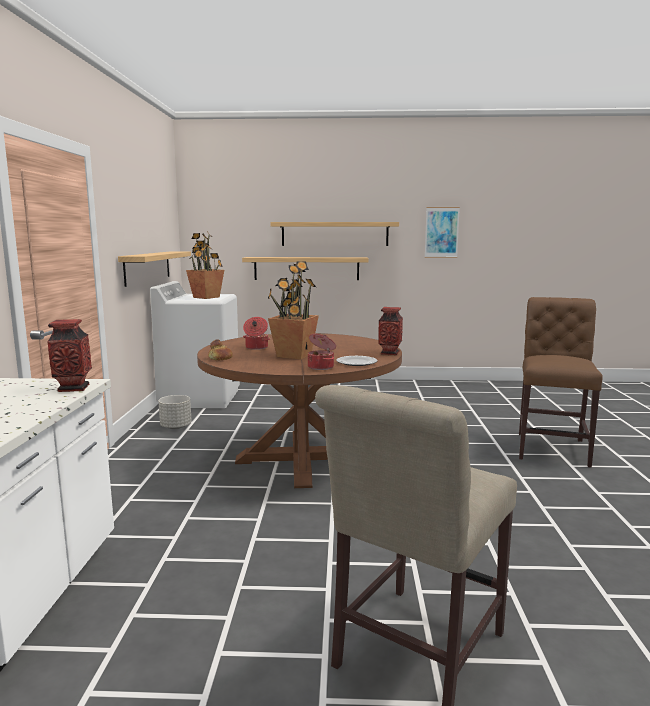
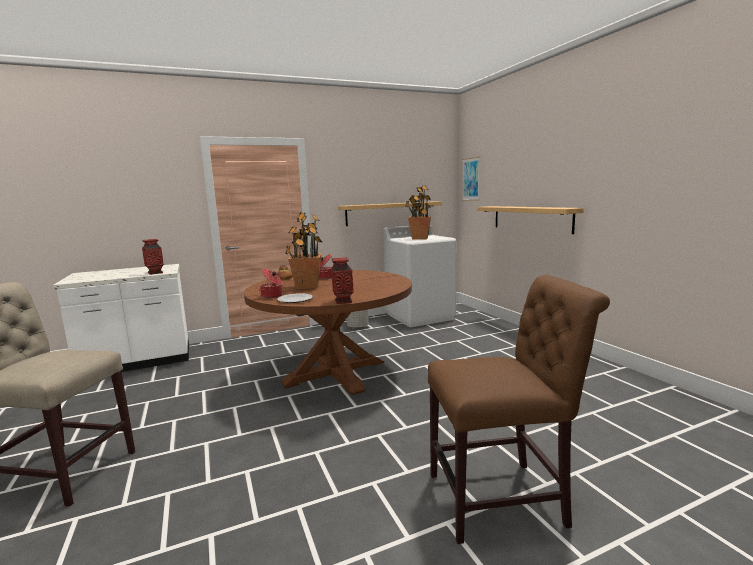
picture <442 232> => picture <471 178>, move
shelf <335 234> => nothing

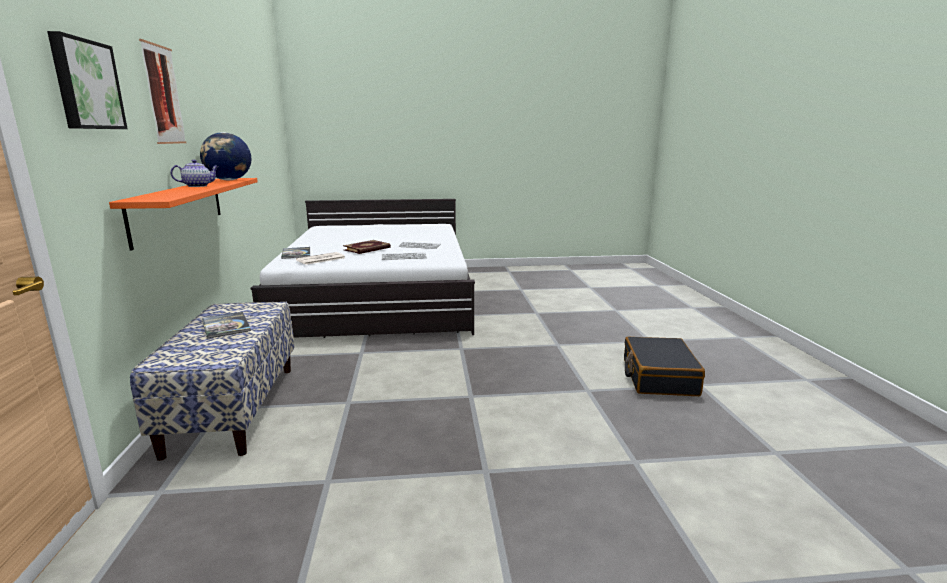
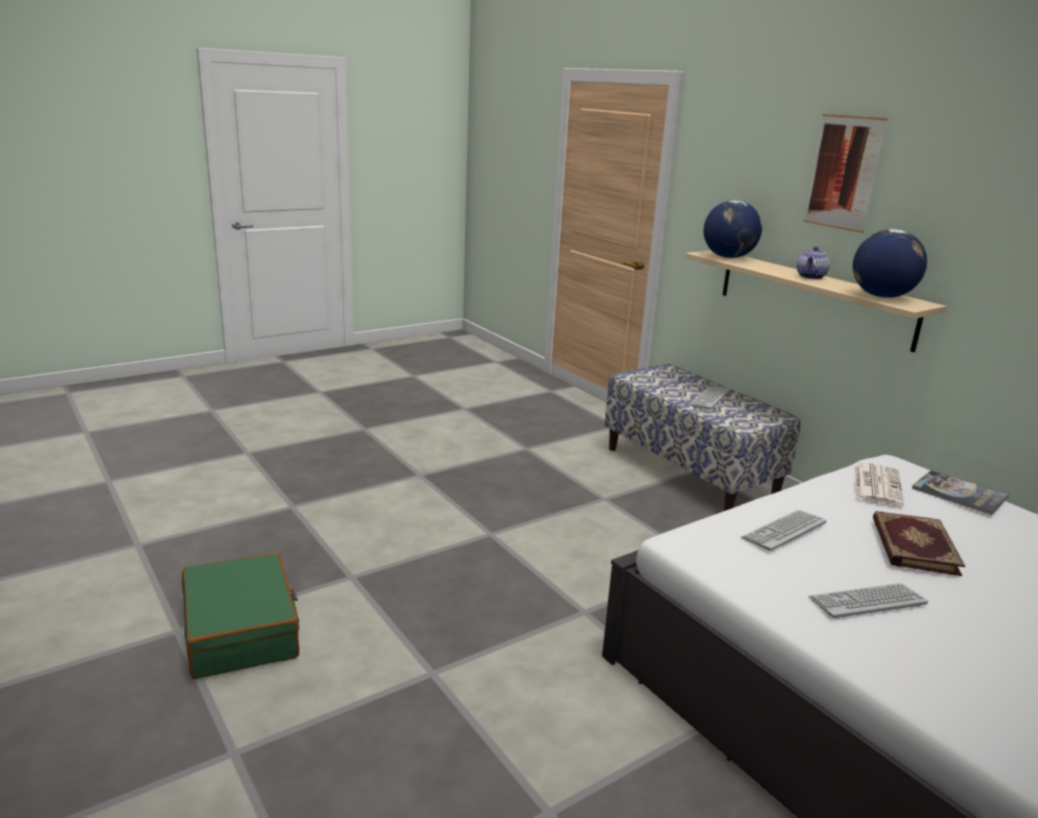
picture <87 80> => nothing
shelf (orange) <183 214> => shelf (beige) <816 301>
book <226 325> => keyboard <709 397>
suitcase (black) <664 366> => suitcase (green) <240 616>
nothing => globe <732 229>

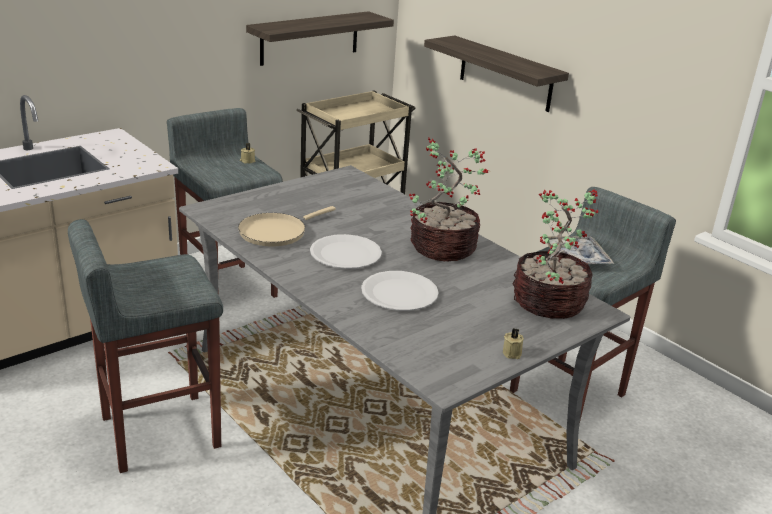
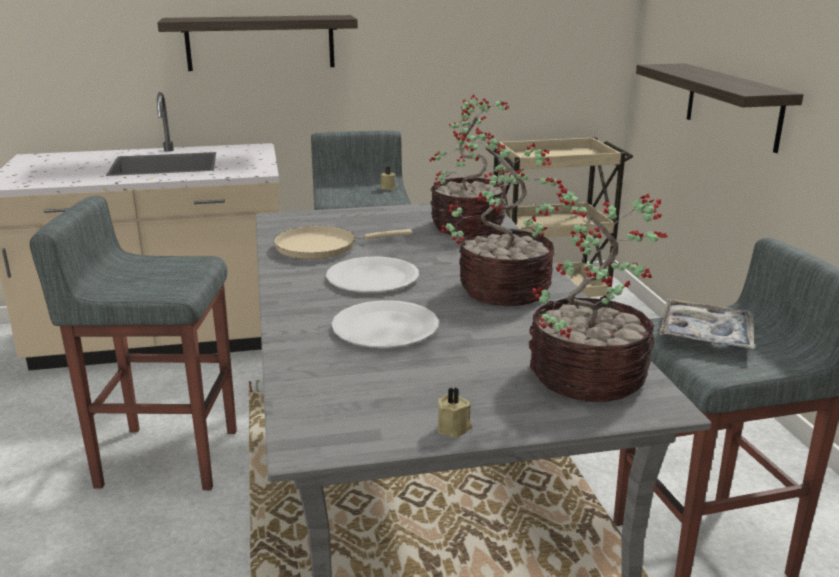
shelf <320 38> => shelf <257 43>, move
nothing => potted plant <471 166>

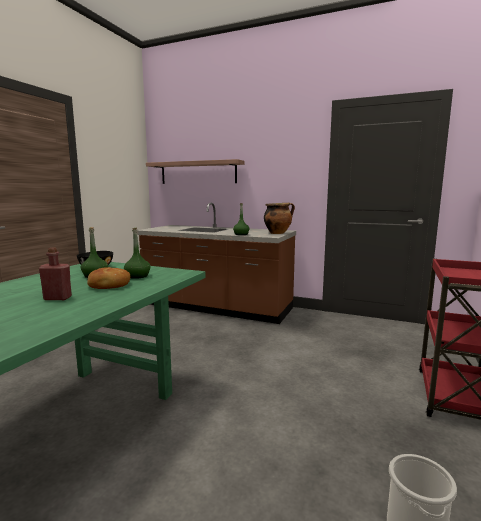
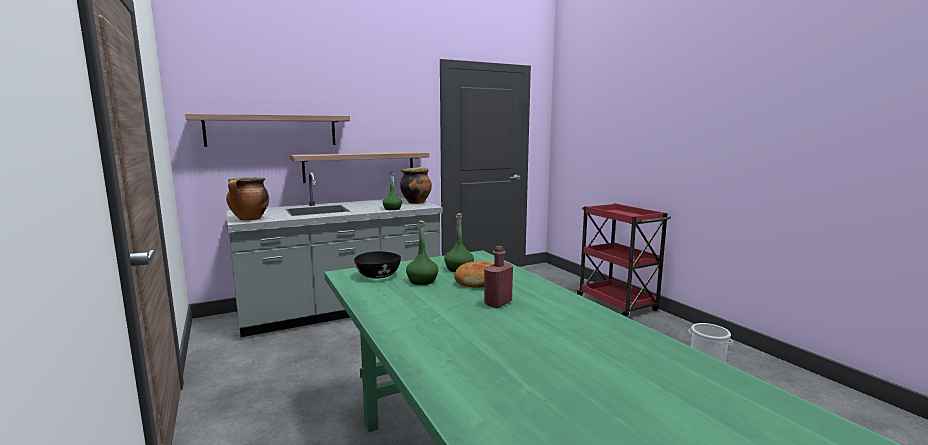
counter (brown) <216 263> => counter (grey) <335 254>
nothing => shelf <359 167>
nothing => cooking pot <247 199>

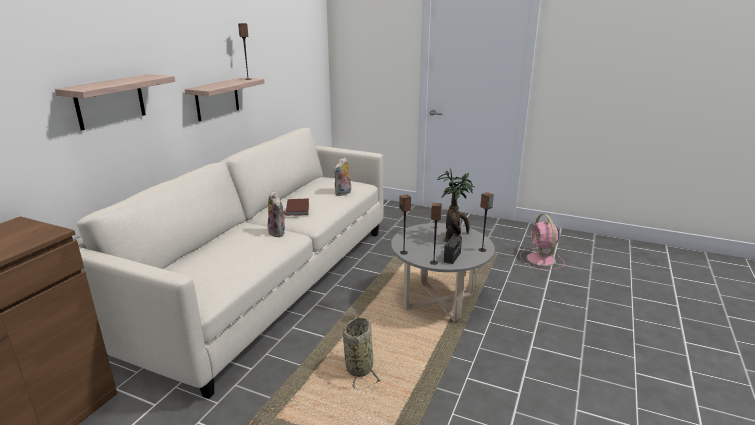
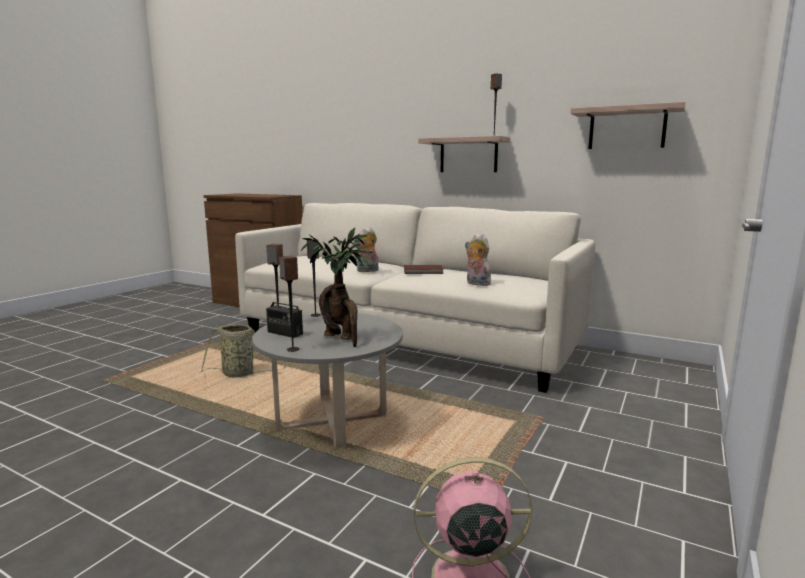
shelf <115 102> => shelf <628 125>, move

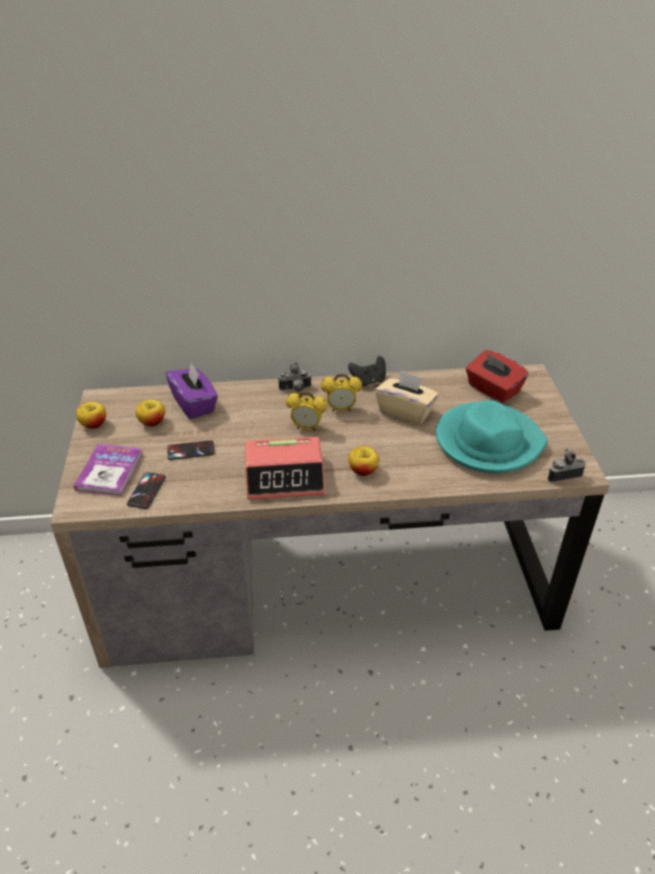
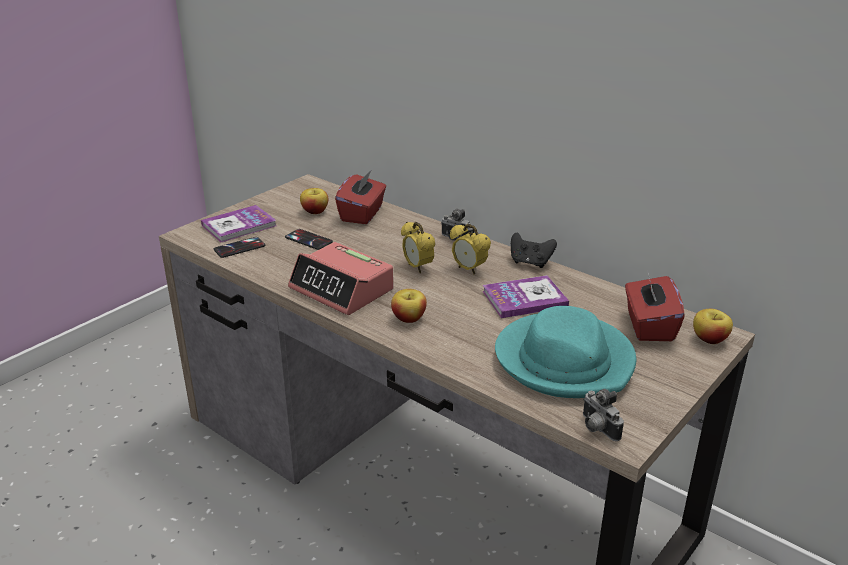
tissue box (purple) <192 390> => tissue box (red) <360 197>
tissue box (beige) <407 398> => book <525 296>
apple <91 415> => apple <713 326>, move
photo camera <567 466> => photo camera <603 415>, 150 degrees counterclockwise

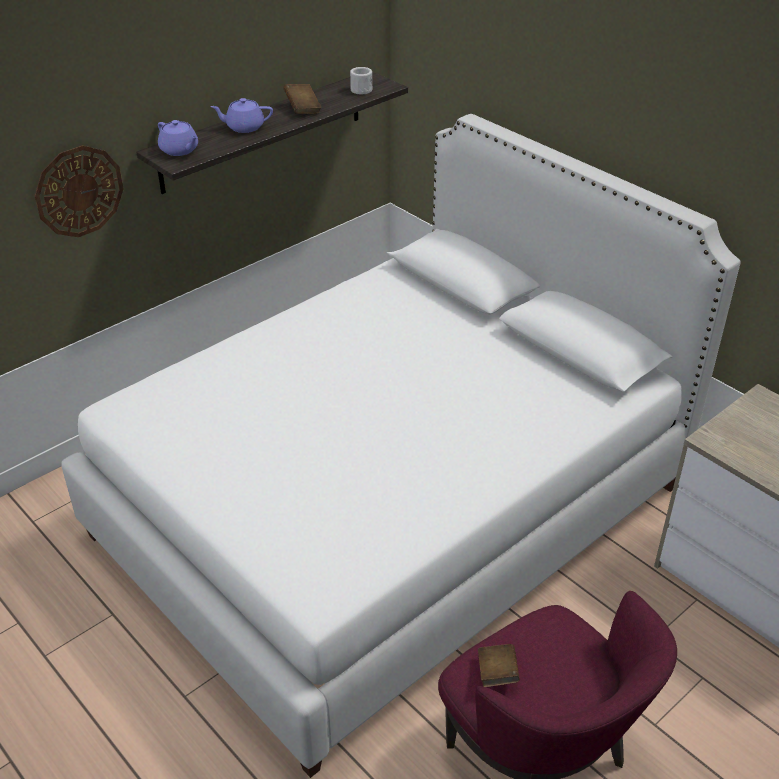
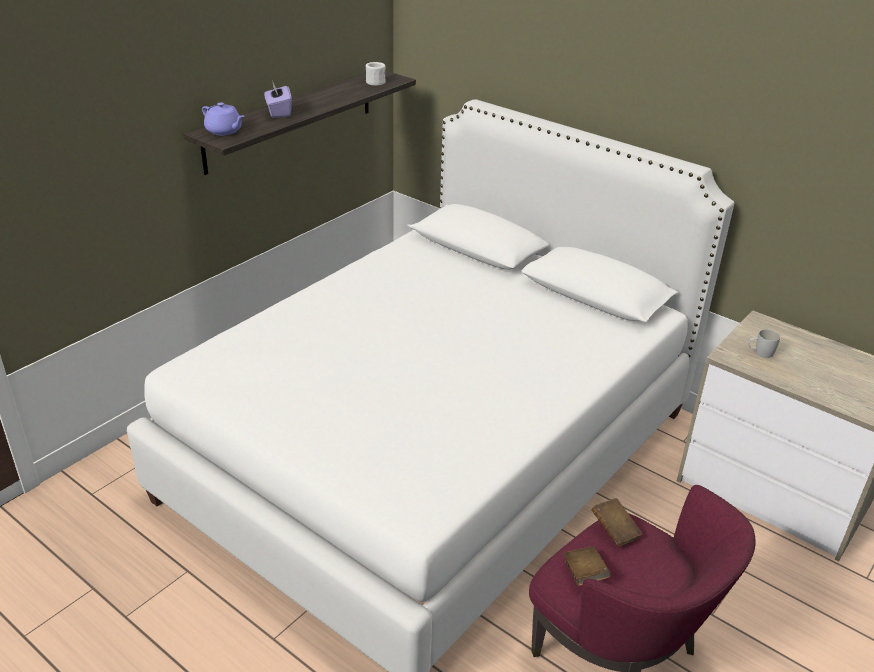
book (brown) <302 99> => book (brown) <617 522>, move
teapot (purple) <241 115> => tissue box (purple) <278 100>
wall clock <79 191> => nothing
nothing => mug (white) <764 343>

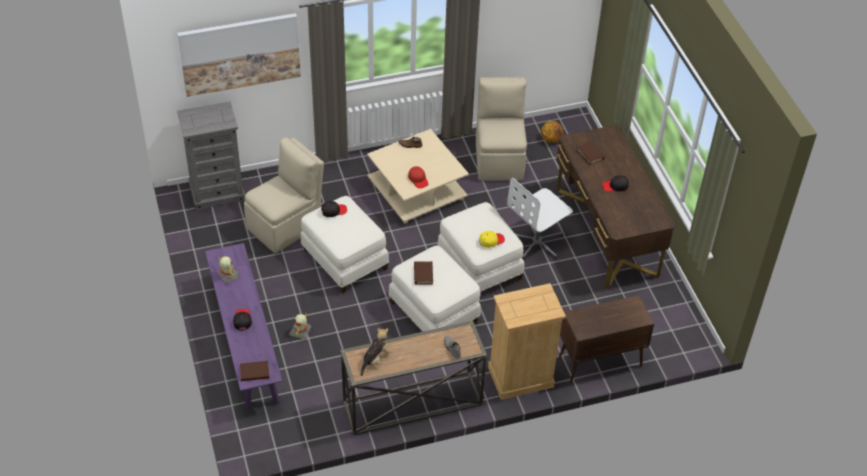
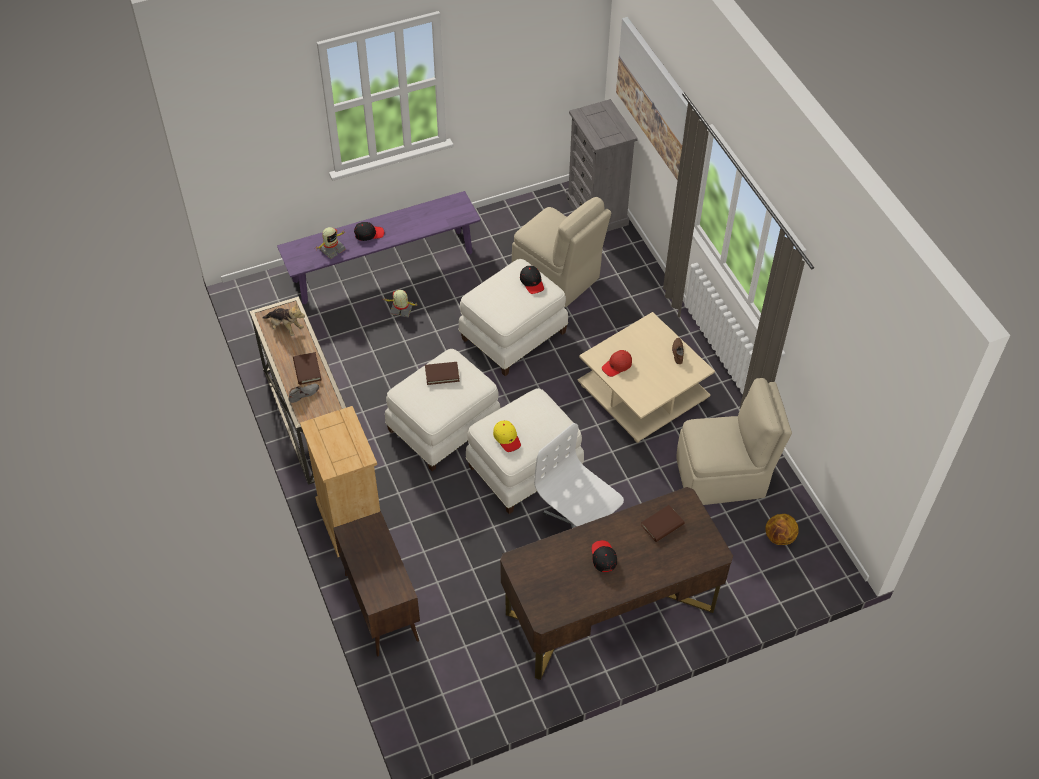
toy robot <228 269> => toy robot <331 243>, move
book (brown) <255 371> => book (brown) <307 368>, move

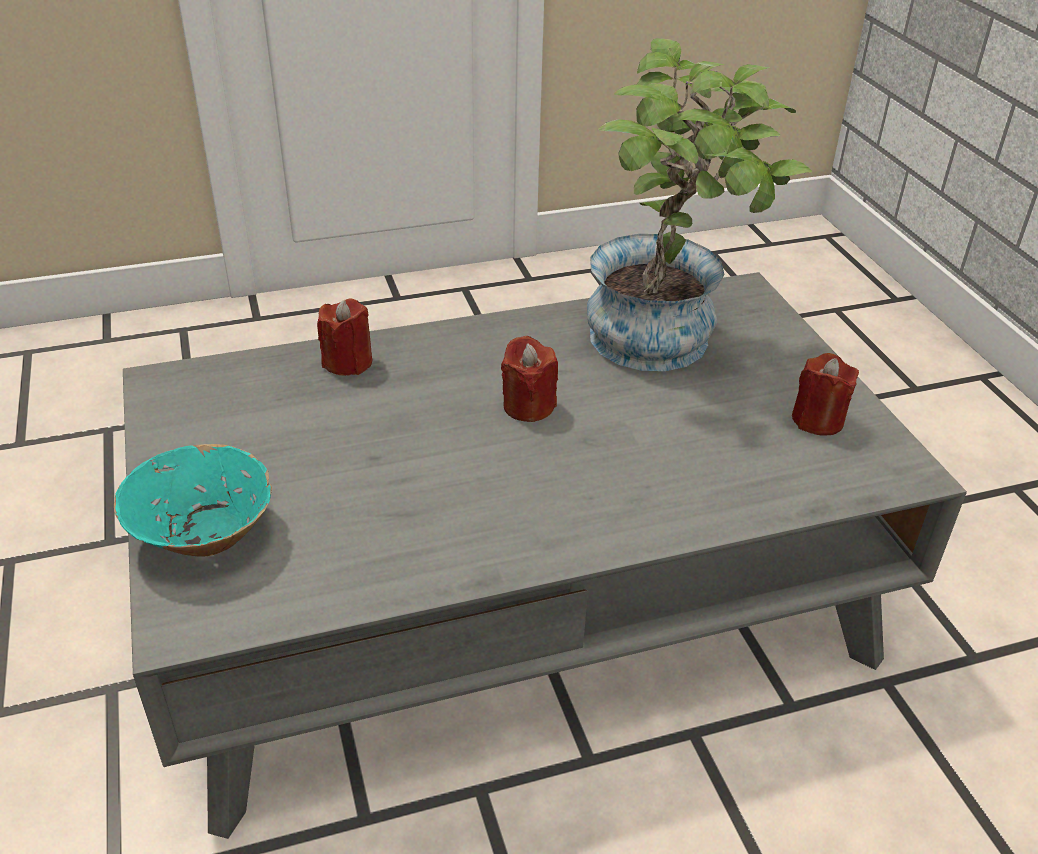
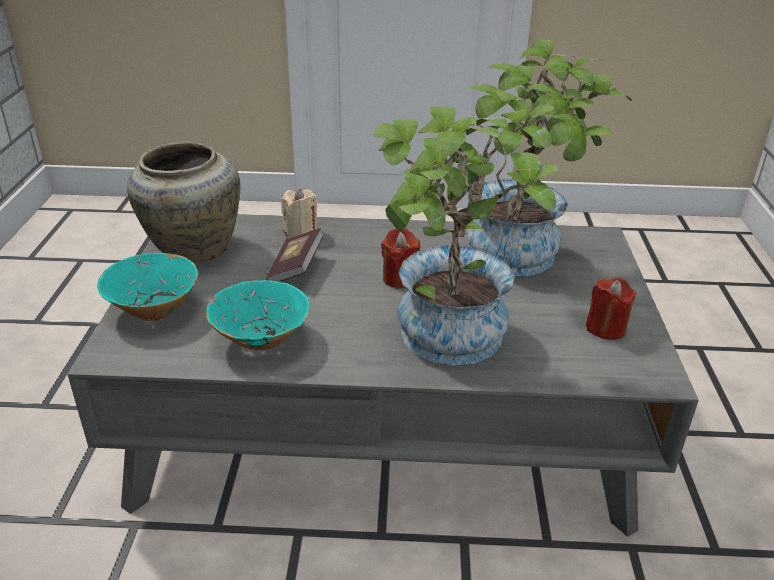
candle (red) <344 337> => candle (beige) <299 213>
nothing => potted plant <465 234>
nothing => vase (beige) <183 202>
nothing => book <295 255>
nothing => bowl (turquoise) <258 315>

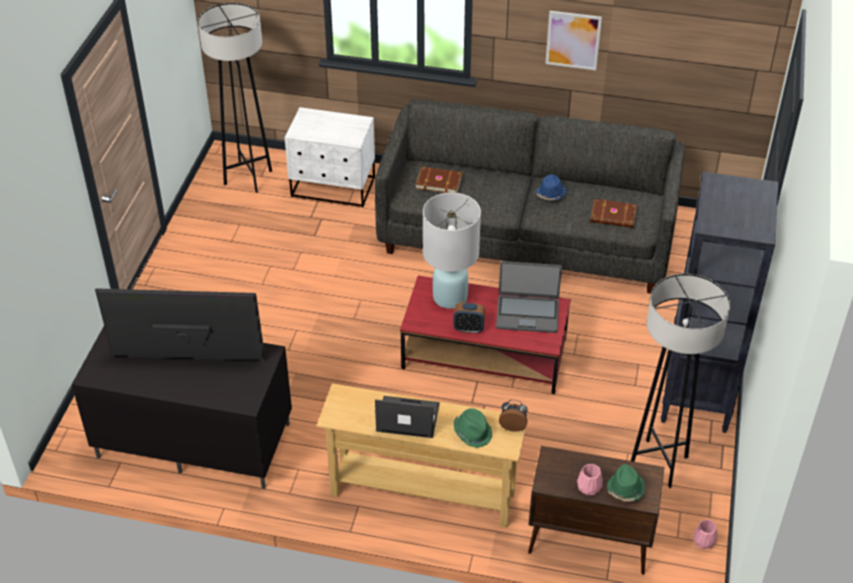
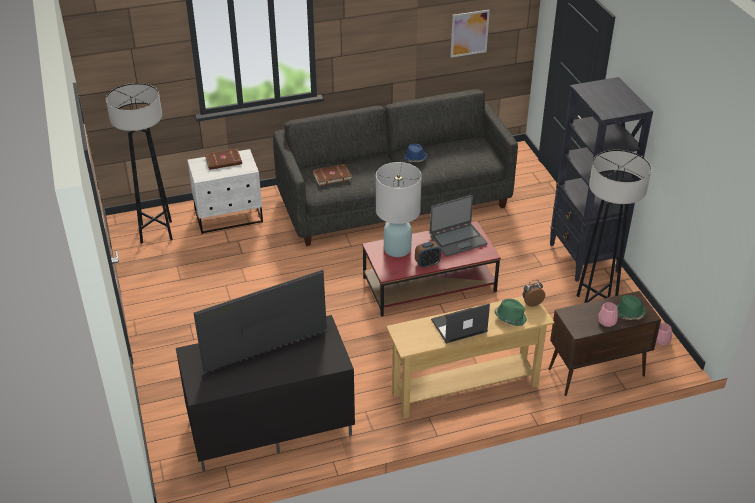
picture <573 40> => picture <470 34>, move
book (brown) <613 213> => book (brown) <223 159>, move

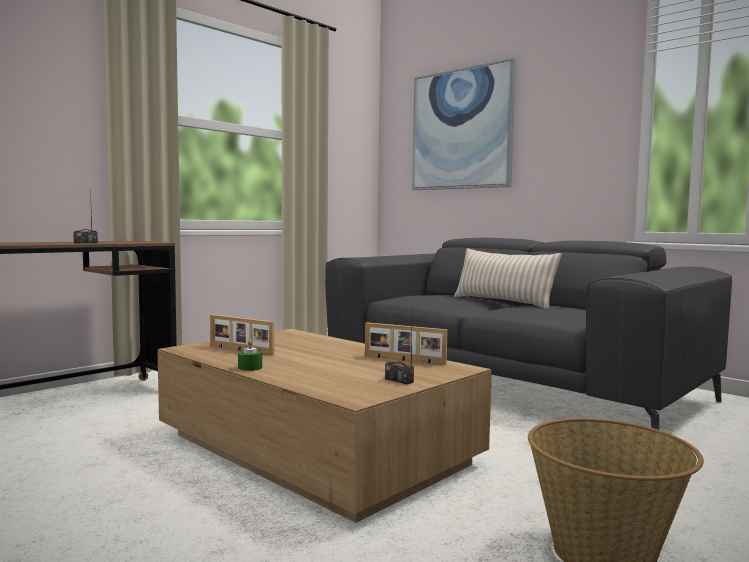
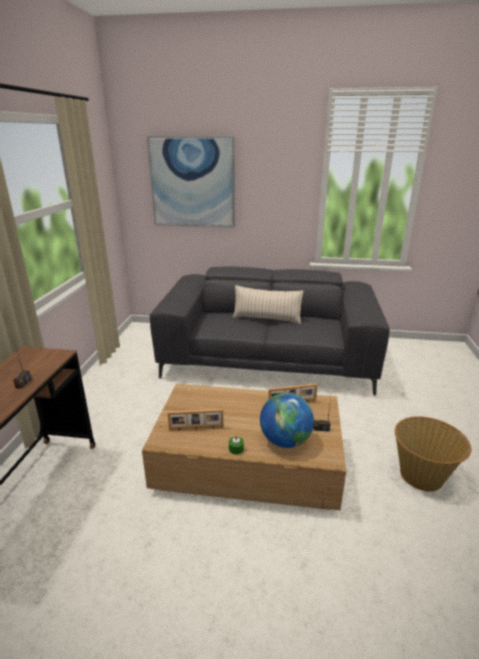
nothing => globe <287 420>

